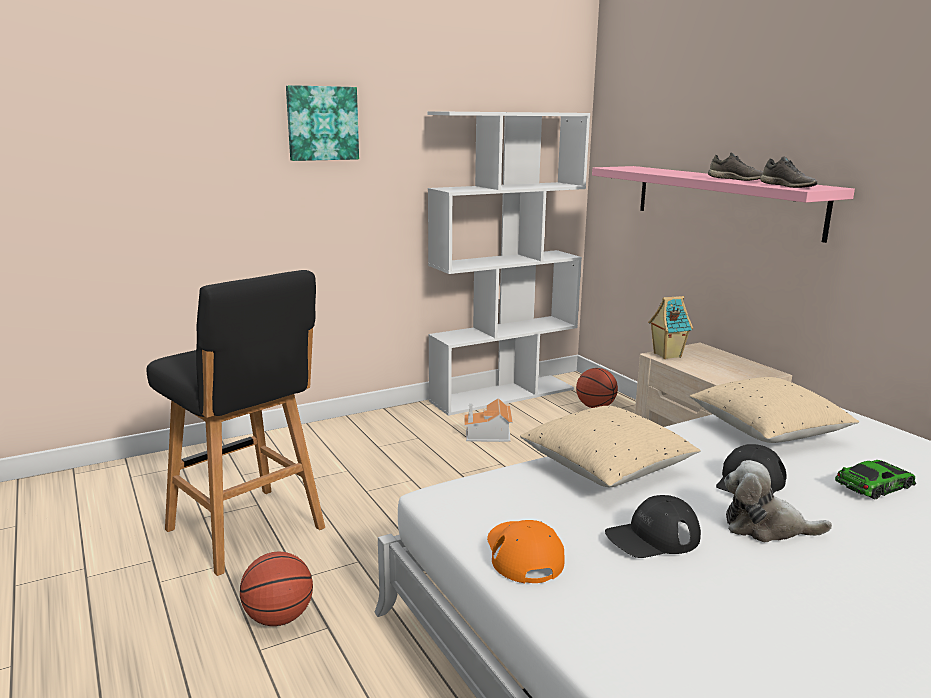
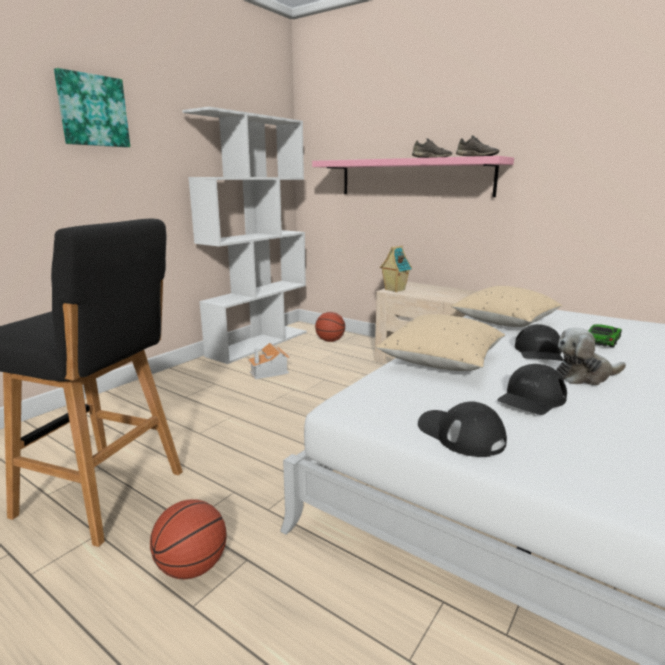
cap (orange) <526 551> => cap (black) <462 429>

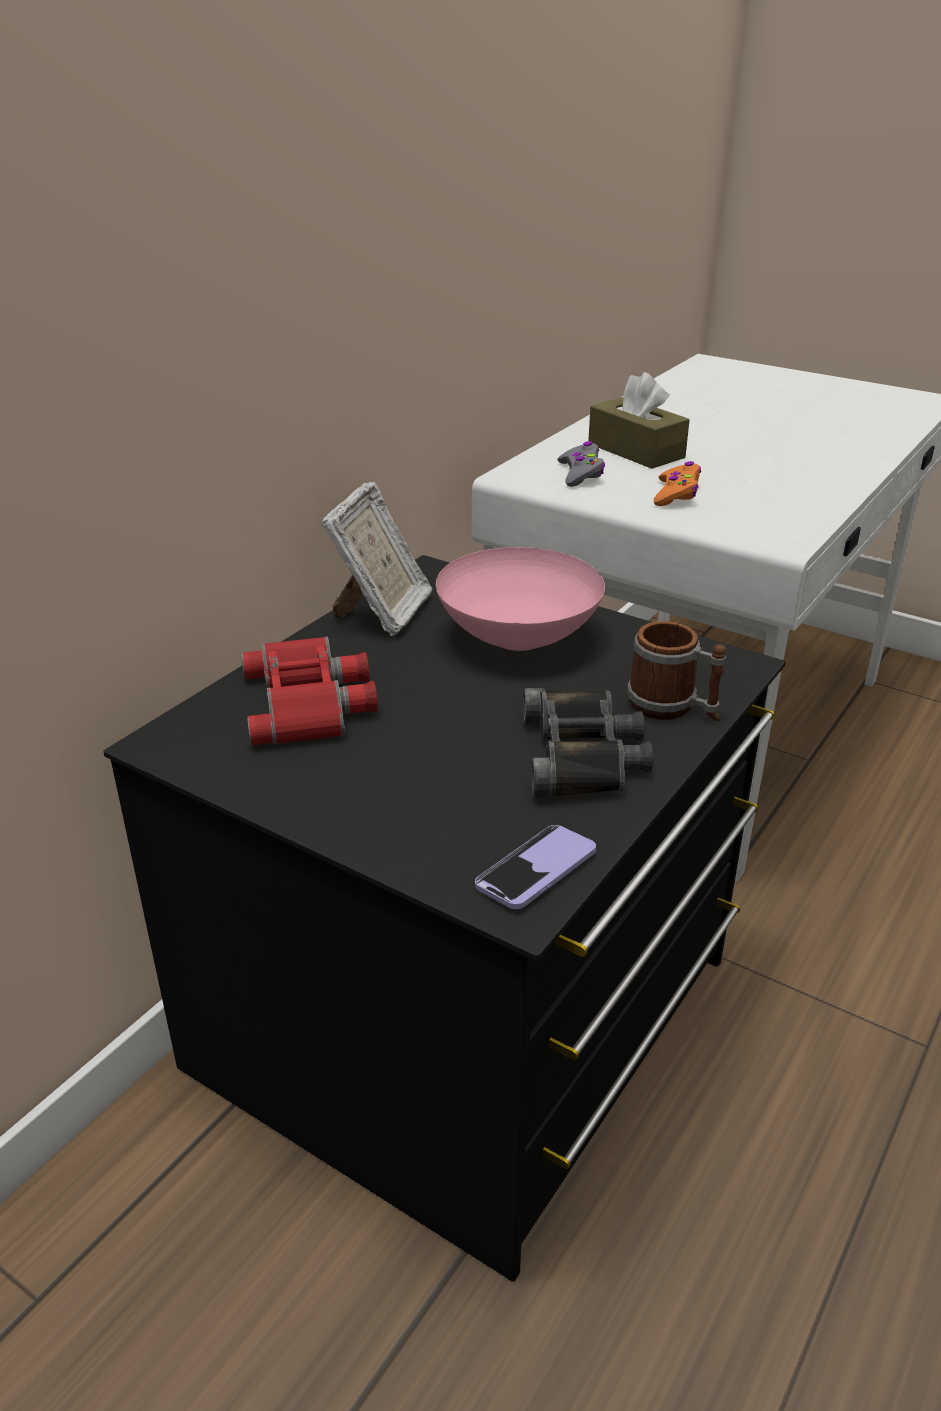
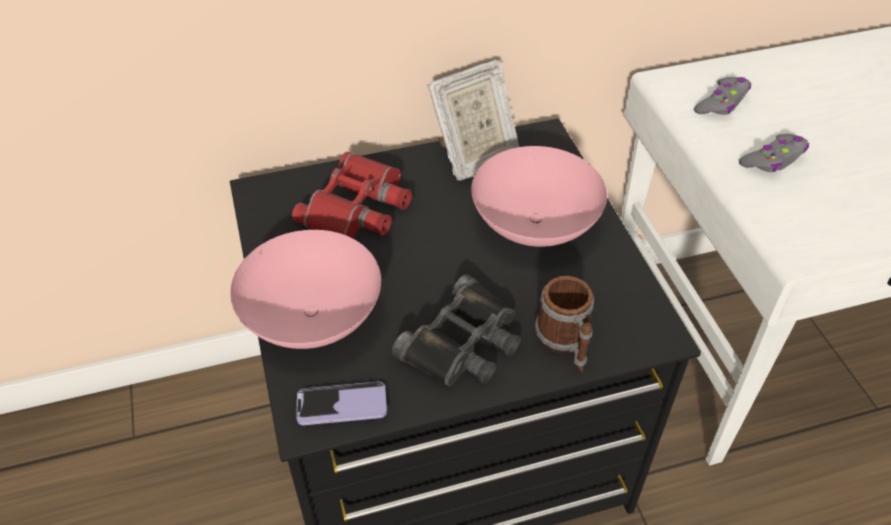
tissue box (brown) <639 420> => nothing
game controller (orange) <677 483> => game controller (grey) <774 153>
nothing => bowl (pink) <305 289>

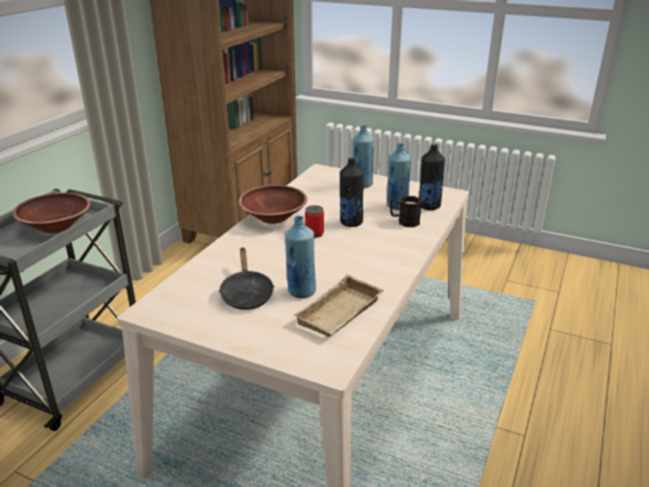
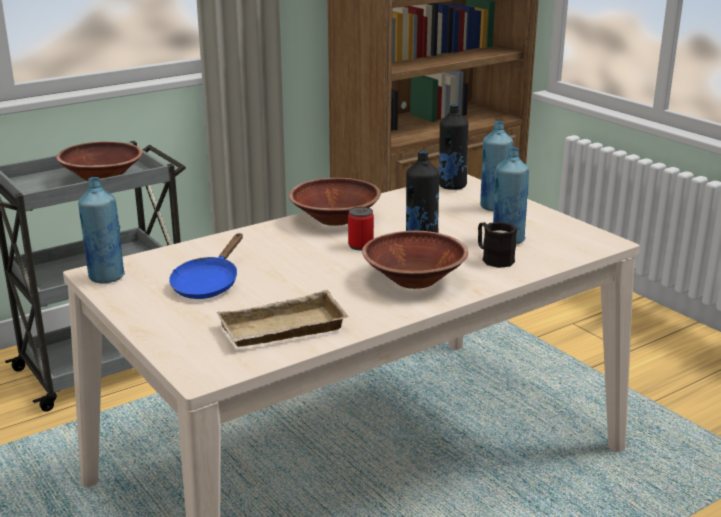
bottle (black) <432 177> => bottle (black) <453 147>, move
bottle (blue) <300 257> => bottle (blue) <101 230>, move
frying pan (black) <246 278> => frying pan (blue) <206 266>
nothing => bowl (brown) <415 260>

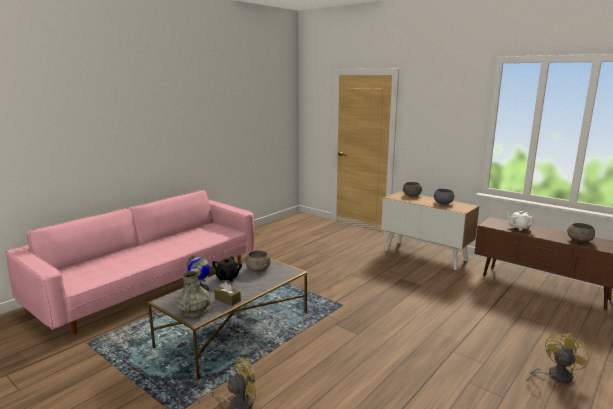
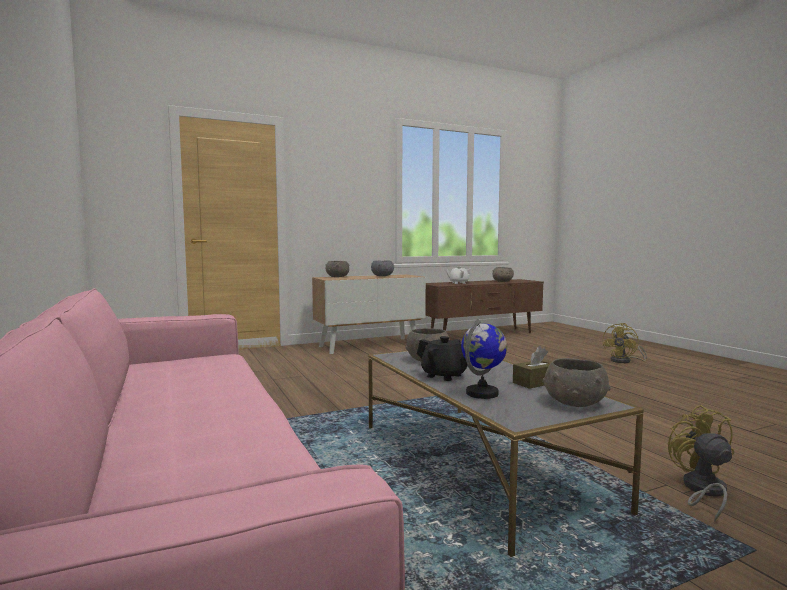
vase (grey) <194 294> => bowl (grey) <576 382>
fan (yellow) <557 358> => fan (yellow) <624 343>, 120 degrees counterclockwise

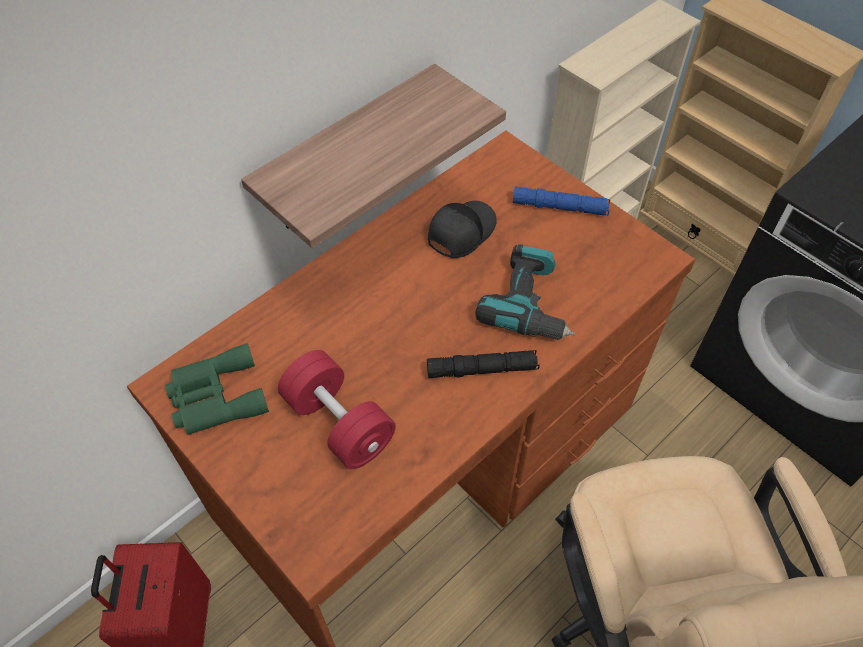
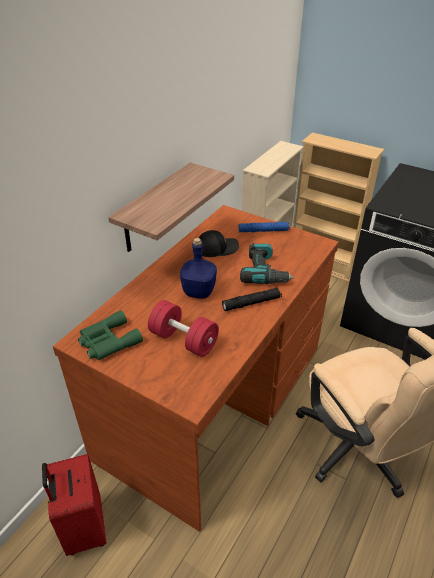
cap (black) <462 229> => cap (black) <219 243>, 45 degrees clockwise
nothing => bottle (blue) <198 268>

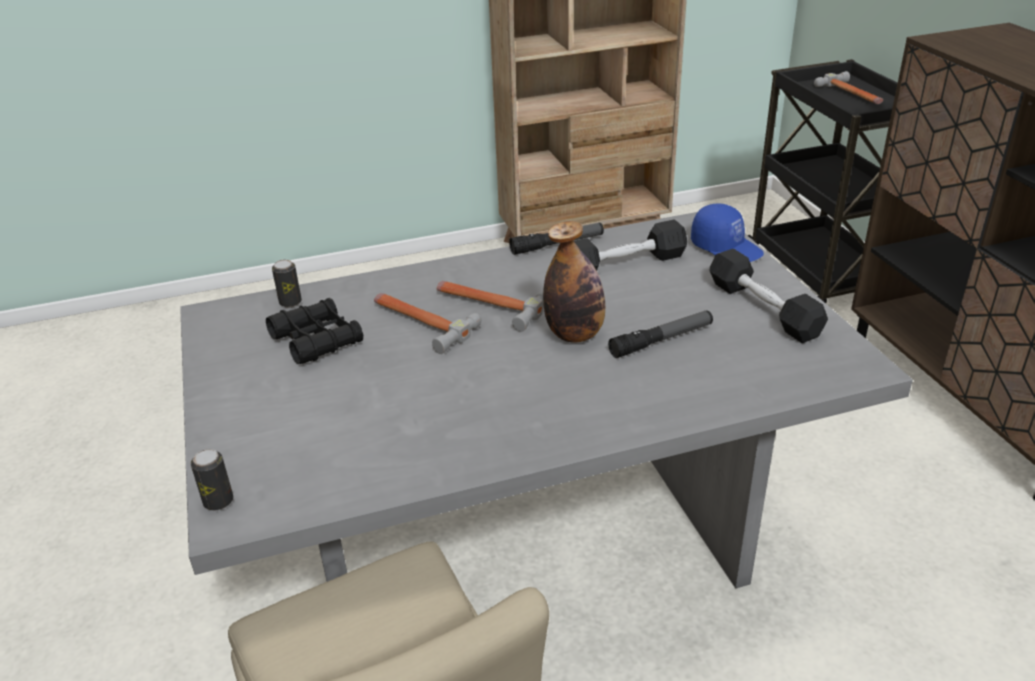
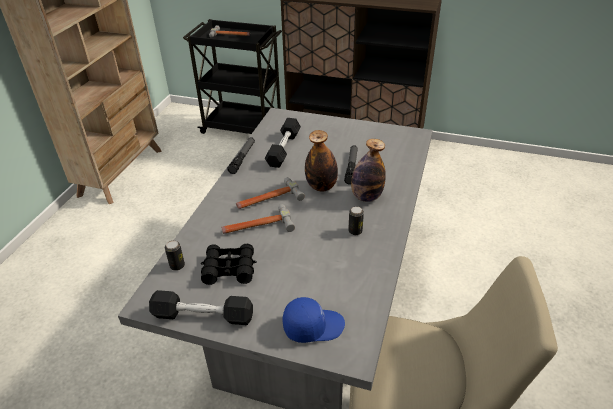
cap (blue) <727 232> => cap (blue) <314 320>, move
dumbbell (black) <769 296> => dumbbell (black) <201 307>, move
can <212 479> => can <356 220>, move
nothing => bottle <368 170>

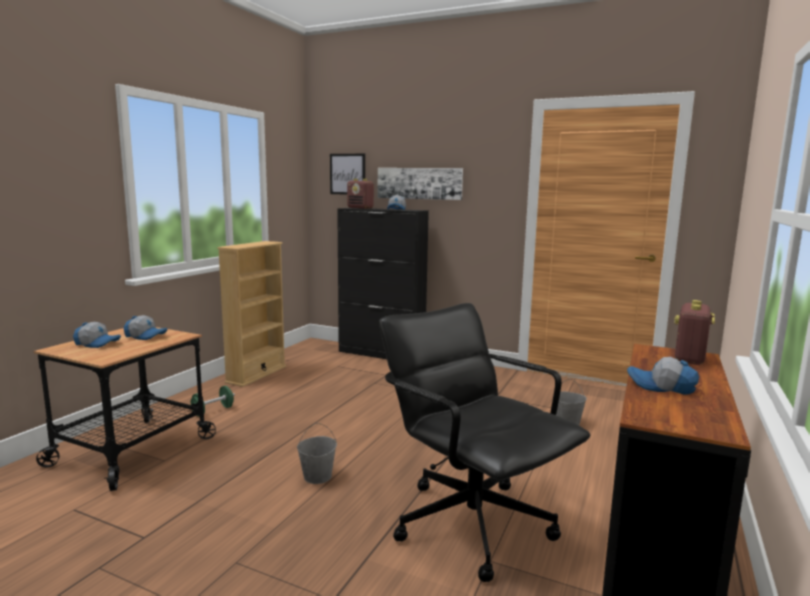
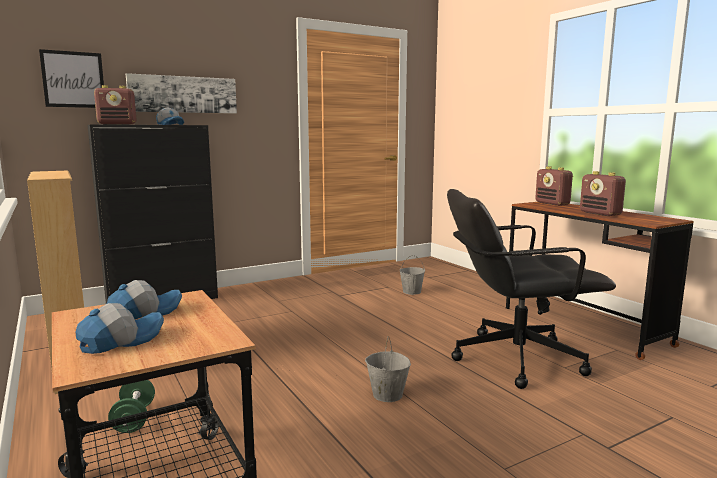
cap <663 376> => radio <603 193>

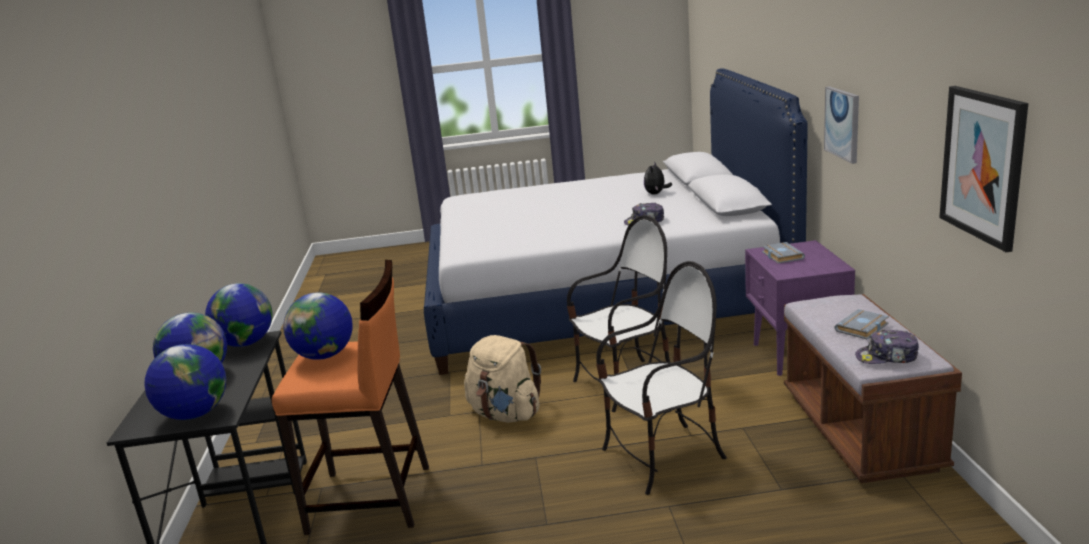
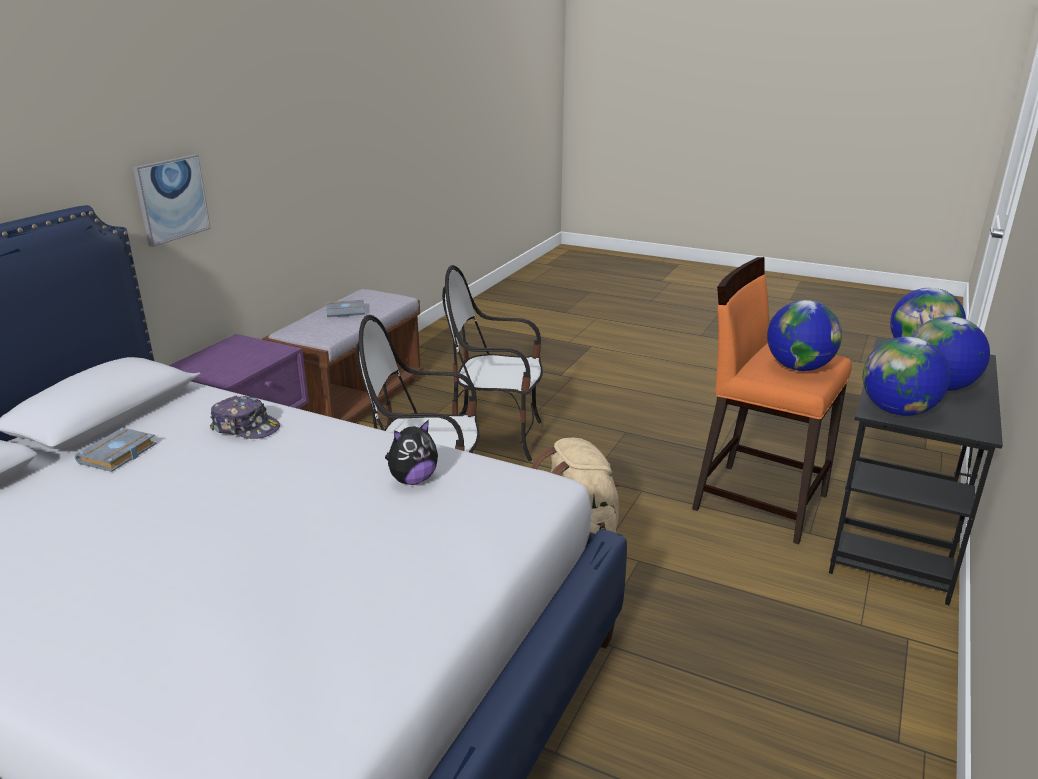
picture <983 169> => nothing
plush toy <658 178> => plush toy <411 452>, move
book (grey) <783 253> => book (grey) <116 450>, move
cap <887 347> => nothing

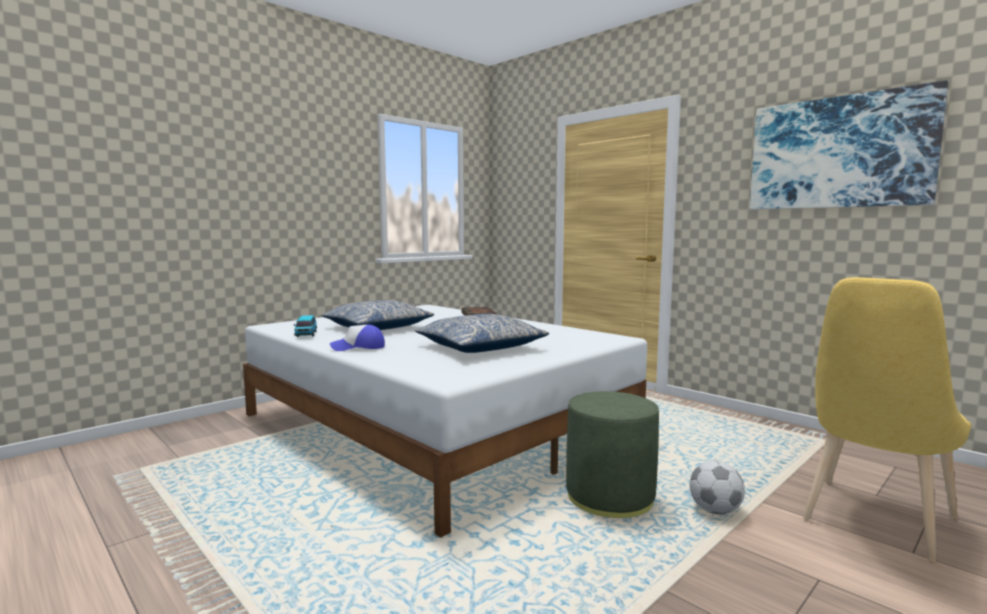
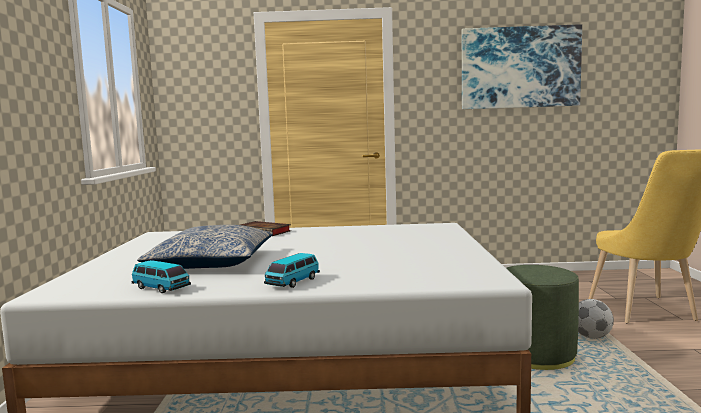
pillow <482 333> => nothing
cap <357 338> => toy car <292 270>

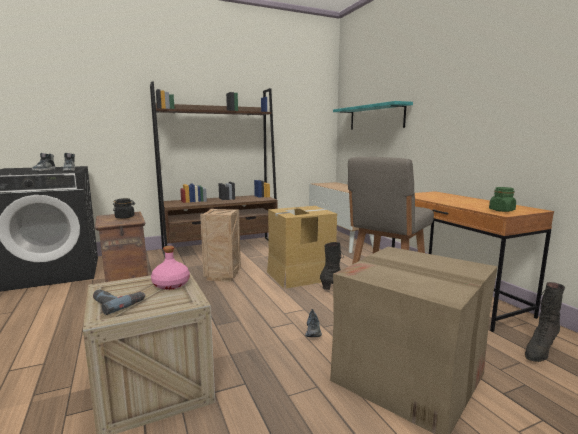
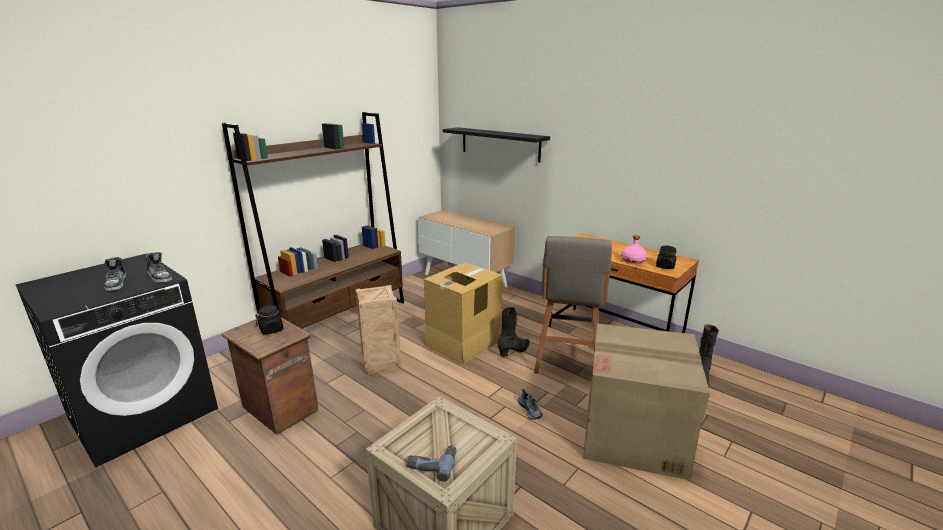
shelf (turquoise) <373 115> => shelf (black) <496 144>
jar (green) <502 199> => jar (black) <666 257>
bottle (pink) <170 268> => bottle (pink) <634 249>, move

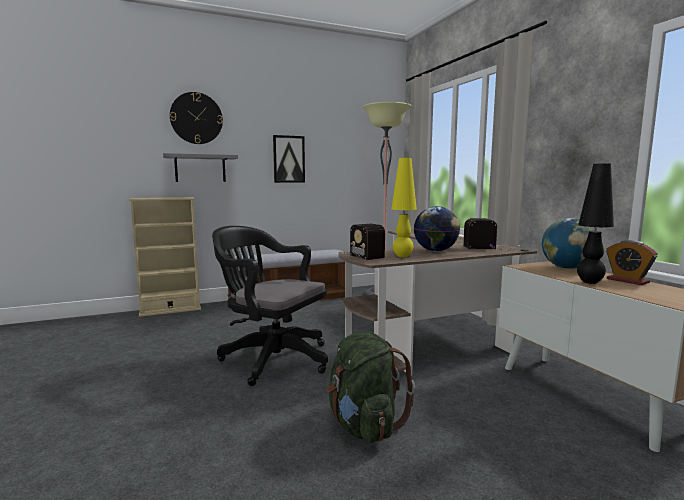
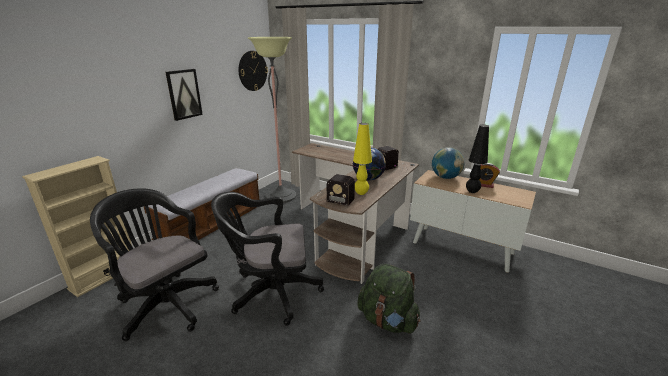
wall clock <196 118> => wall clock <253 71>, move
shelf (grey) <200 167> => nothing
nothing => office chair (black) <154 264>

